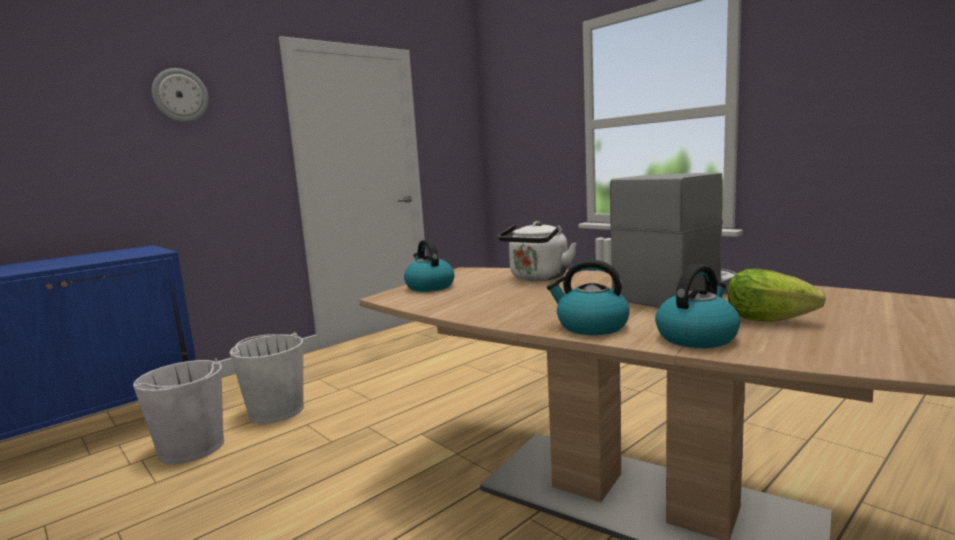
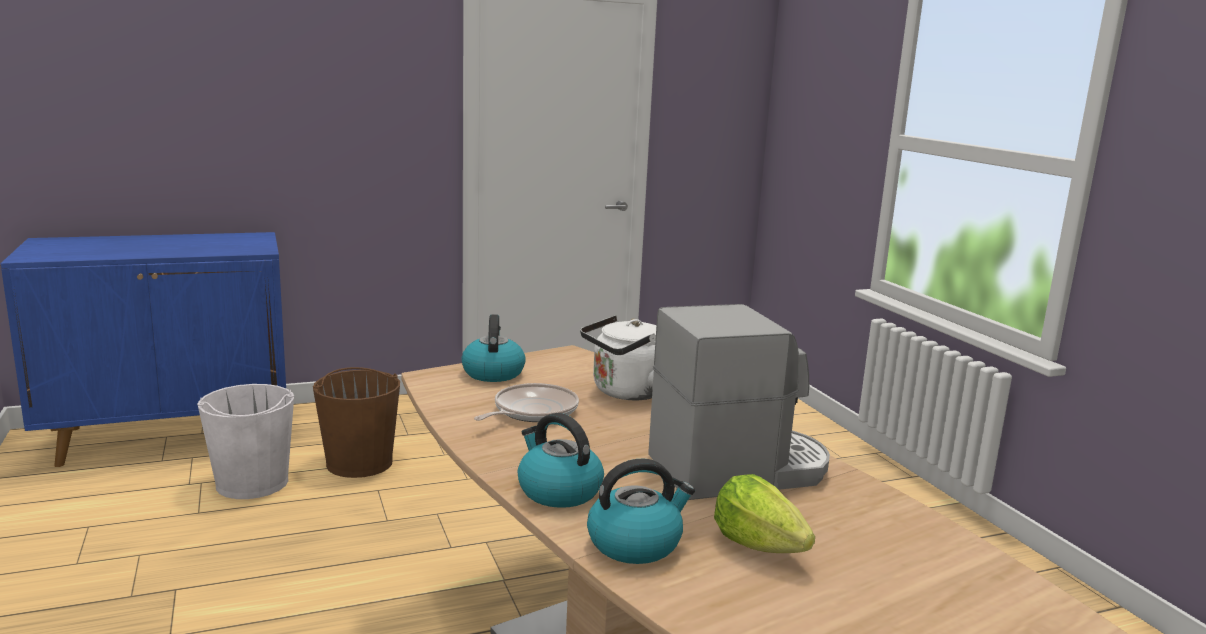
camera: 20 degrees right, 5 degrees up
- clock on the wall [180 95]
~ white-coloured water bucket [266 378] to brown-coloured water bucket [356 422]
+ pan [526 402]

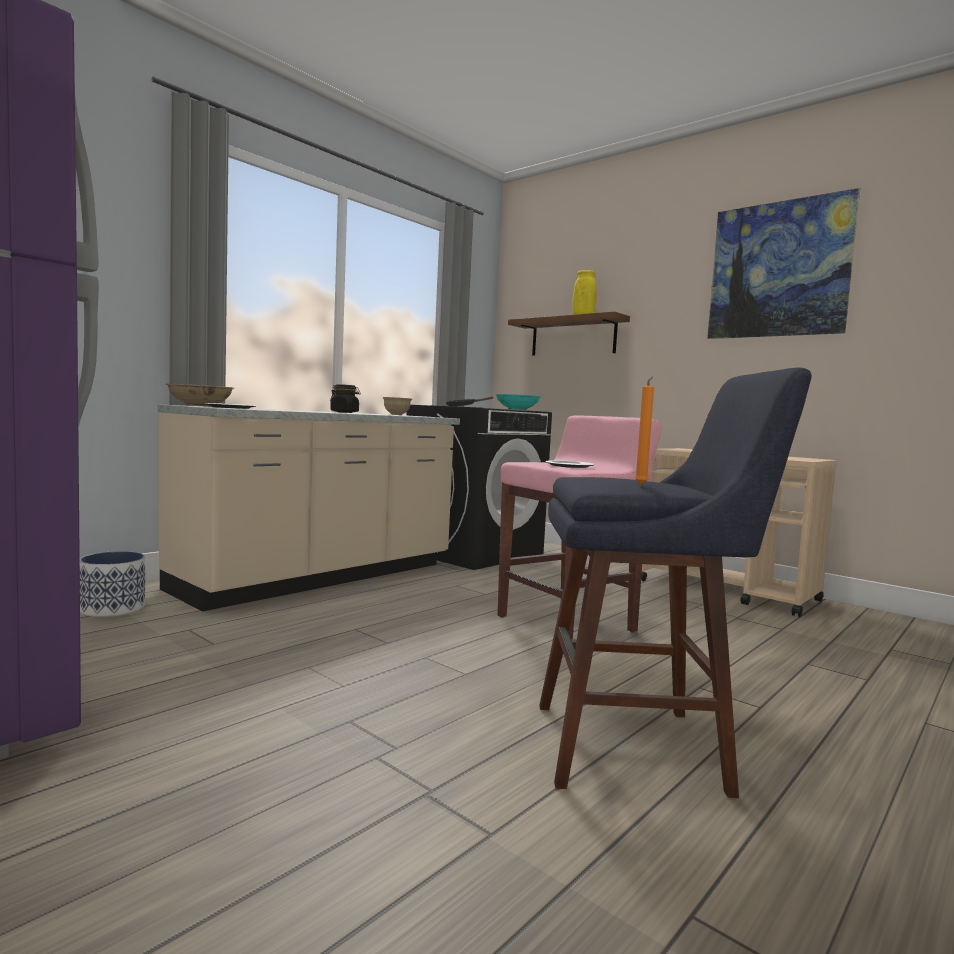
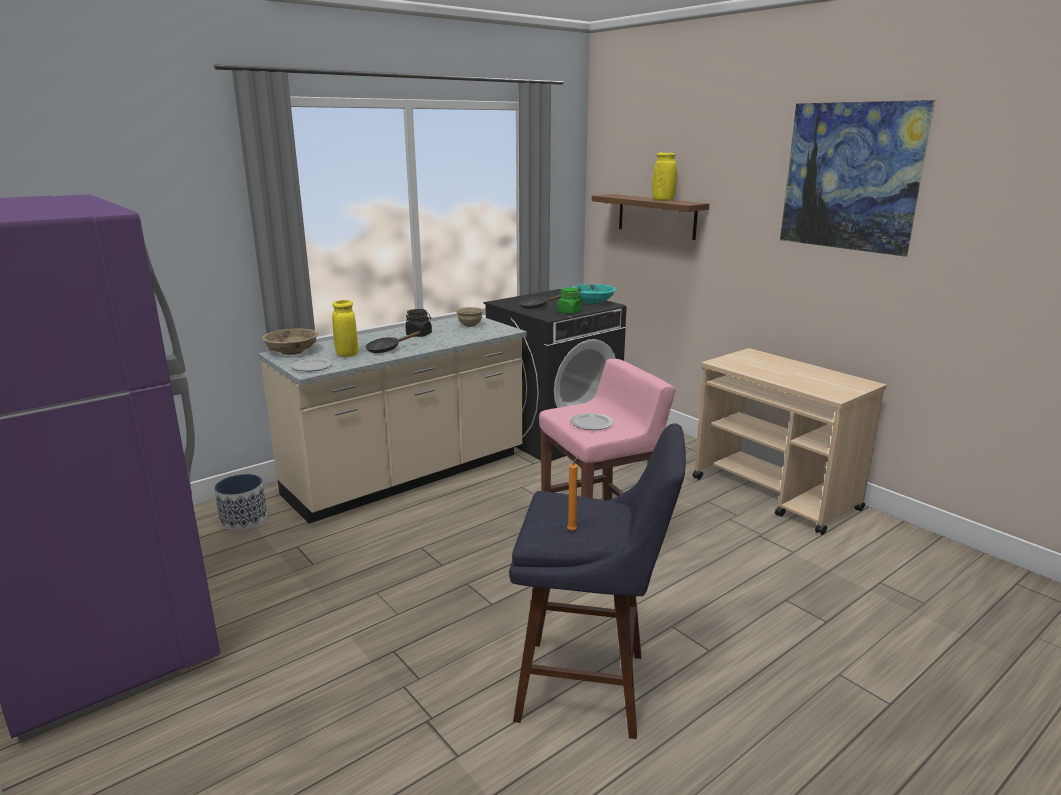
camera: 10 degrees right, 15 degrees up
+ green-coloured preserve jar [569 301]
+ yellowish vase [345 328]
+ black-coloured pan [392 342]

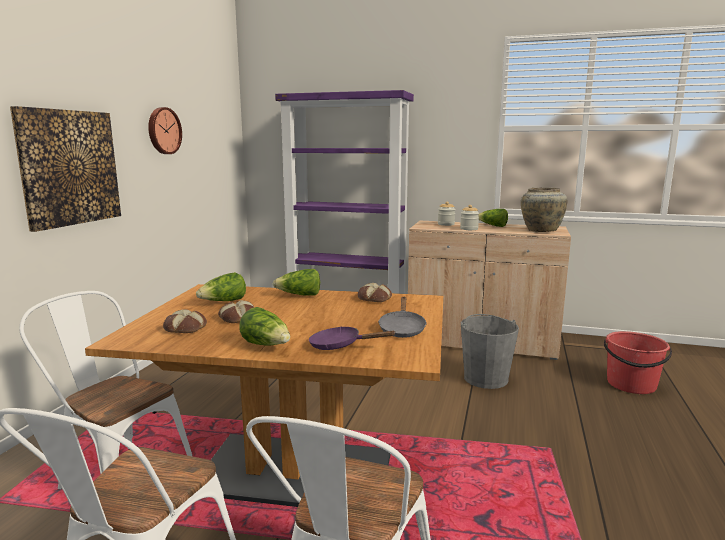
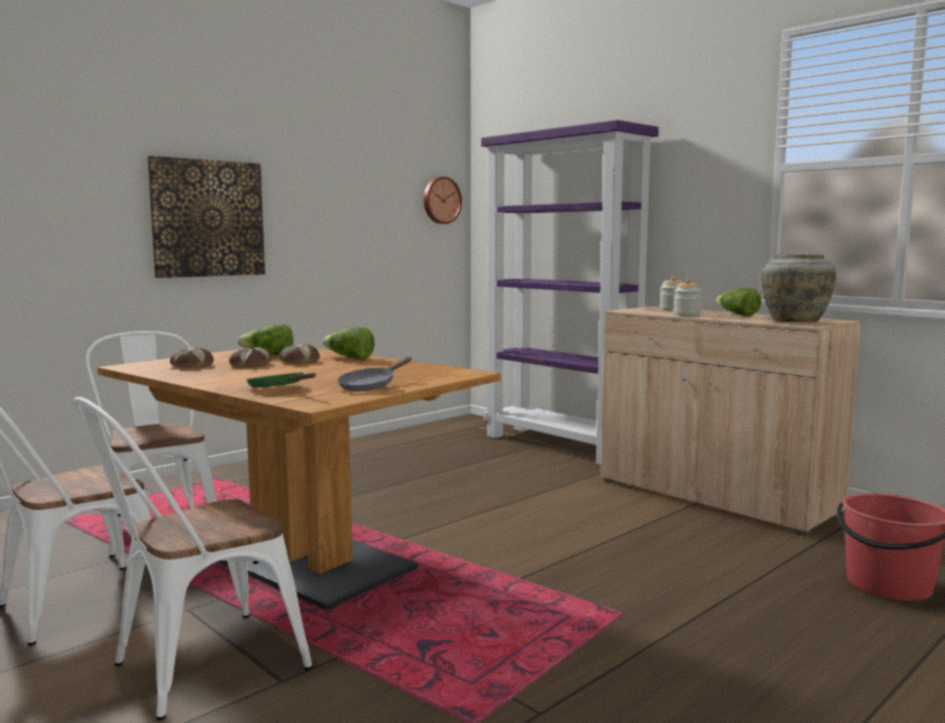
camera: 30 degrees right, 5 degrees down
~ clock on the wall [165 130] to [443 200]
~ baked bread [375 292] to [299 353]
- lettuce [264 326]
- gray water bucket [490 351]
~ purplish pan [352 338] to green-coloured pan [281 380]

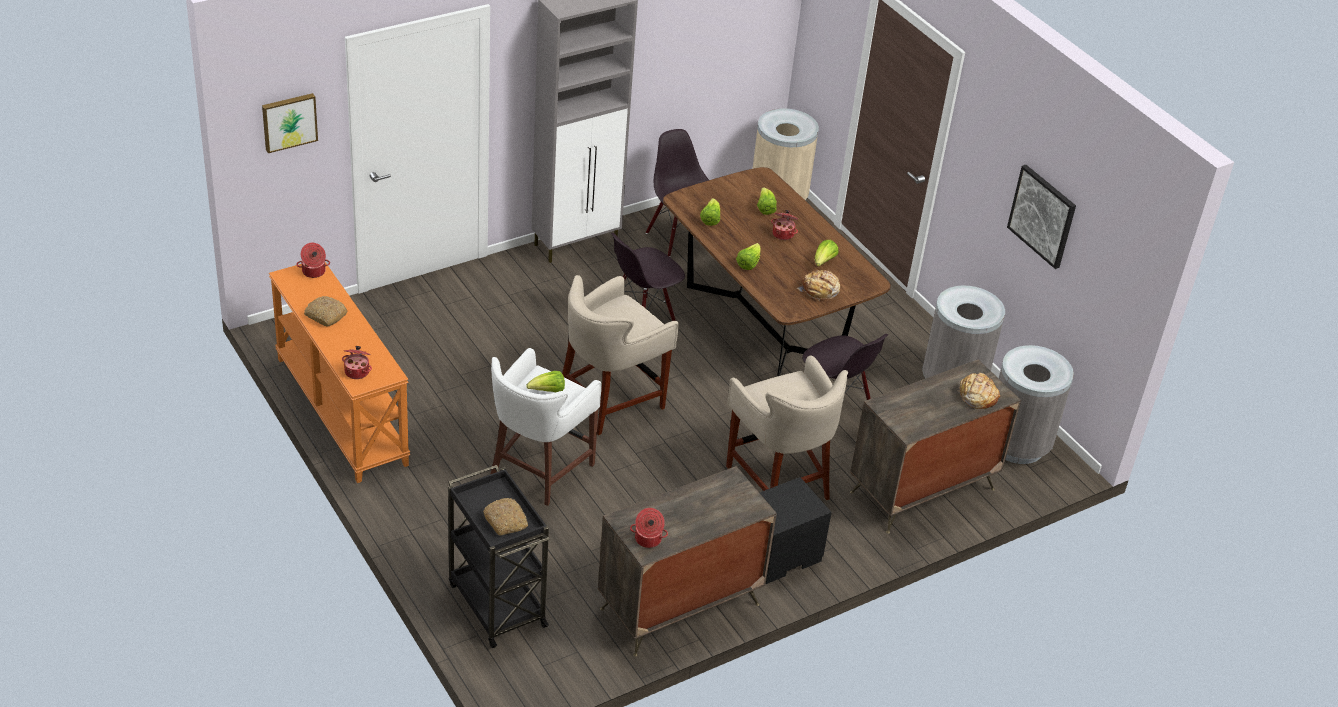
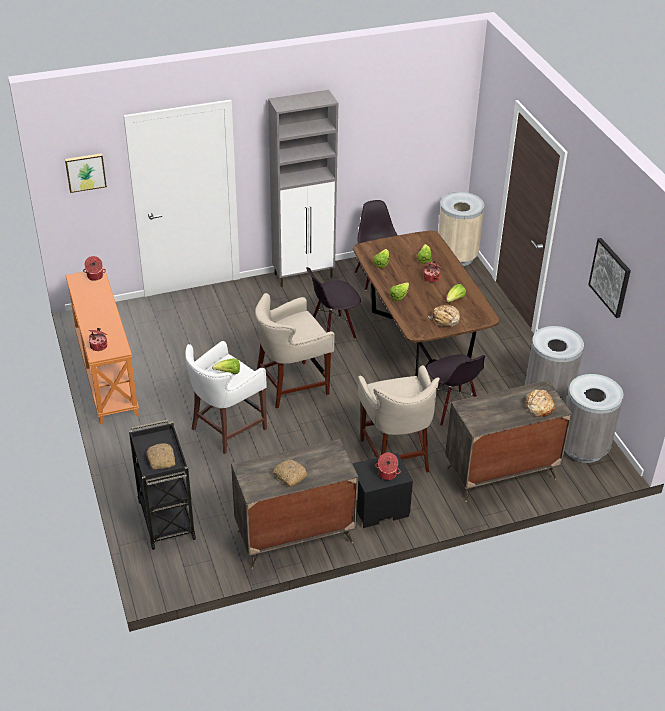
camera: 15 degrees right, 0 degrees up
~ baked bread [326 311] to [290 473]
~ stockpot [649 528] to [388 466]

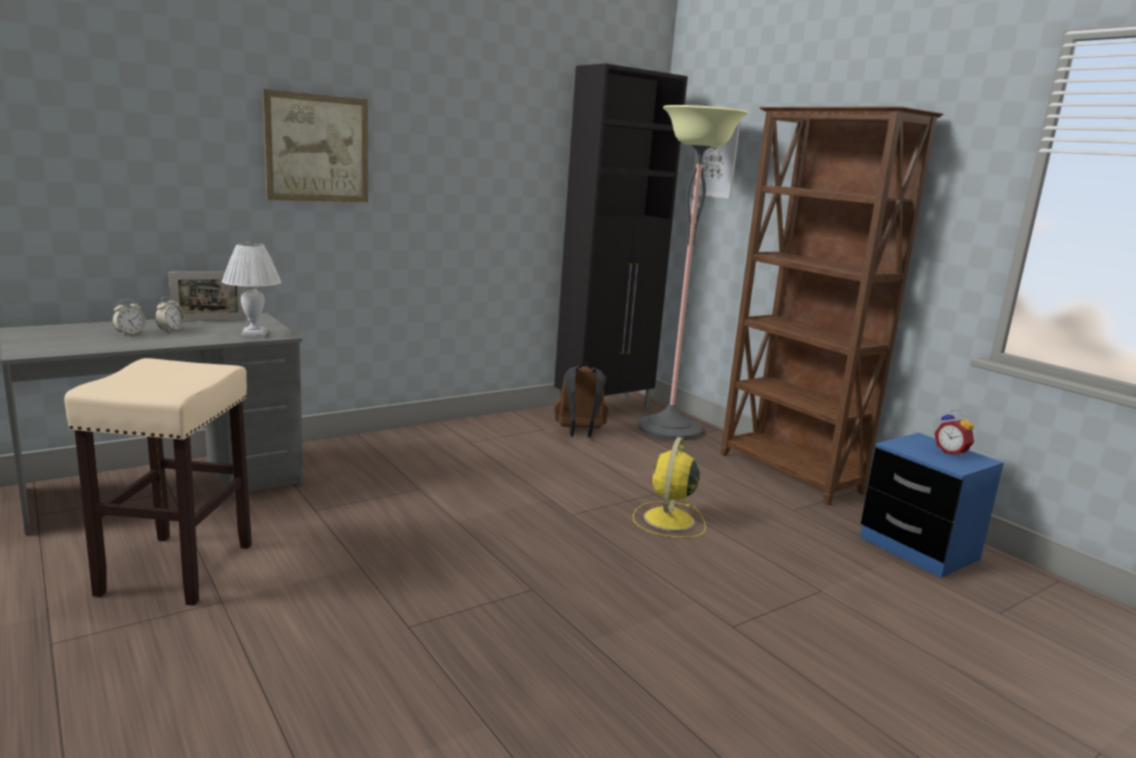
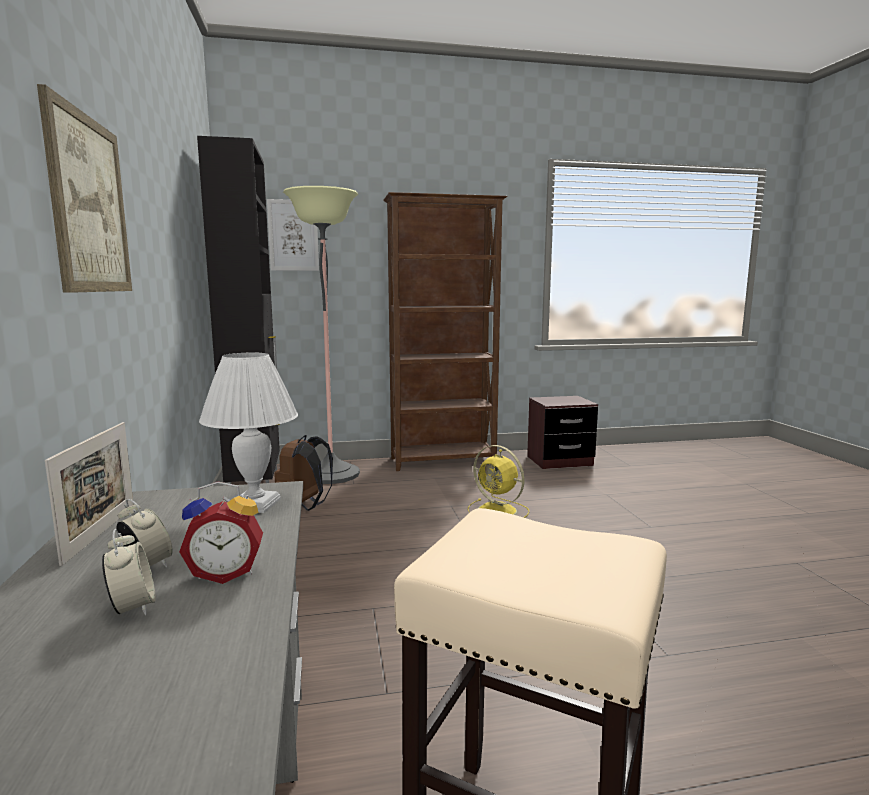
camera: 65 degrees left, 5 degrees down
~ table clock [954 433] to [221 532]
~ blue-coloured bedside table [932 505] to brown-coloured bedside table [562 432]

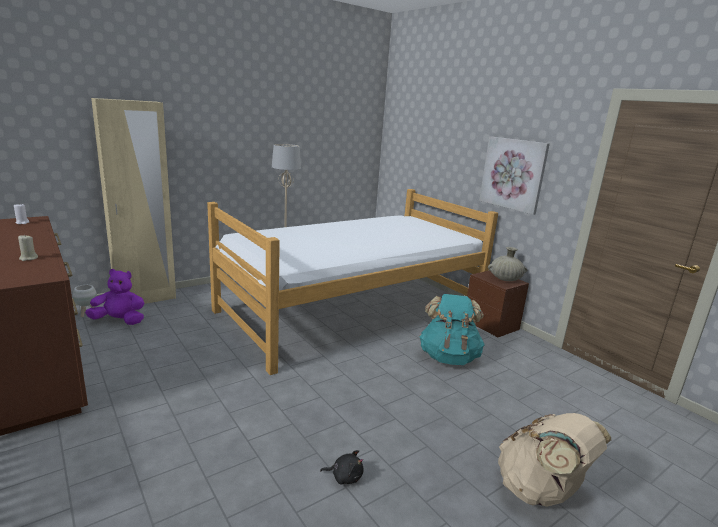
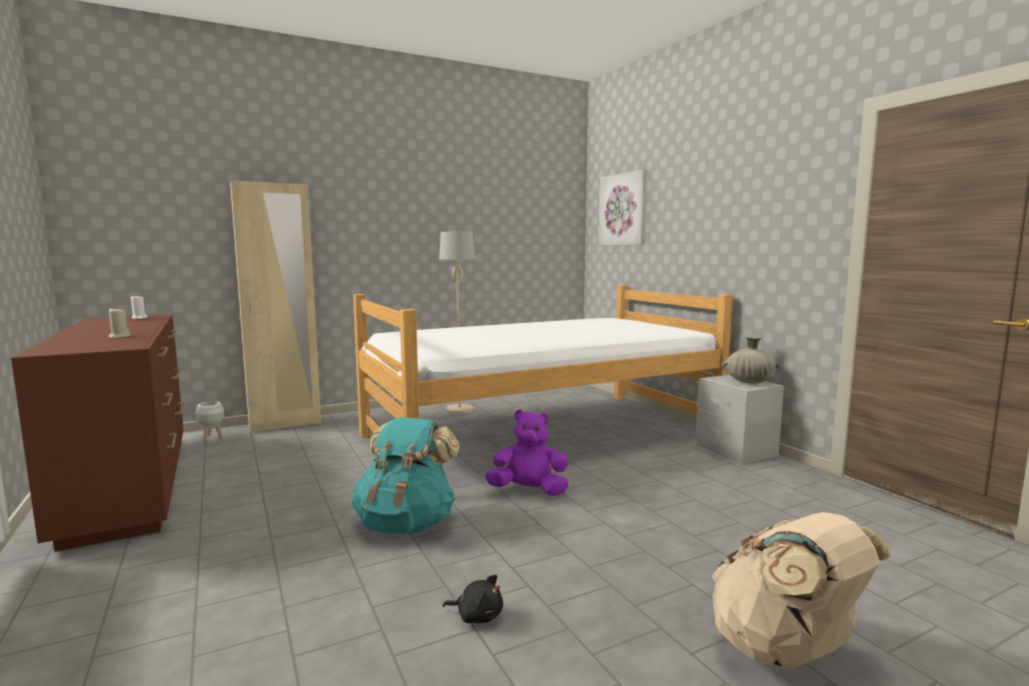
camera: 10 degrees right, 10 degrees down
~ wall picture [514 175] to [622 207]
~ purplish soft toy [114 297] to [527 453]
~ brown-coloured bedside table [498 303] to gray bedside table [740 419]
~ turquoise knapsack [452 329] to [406 475]

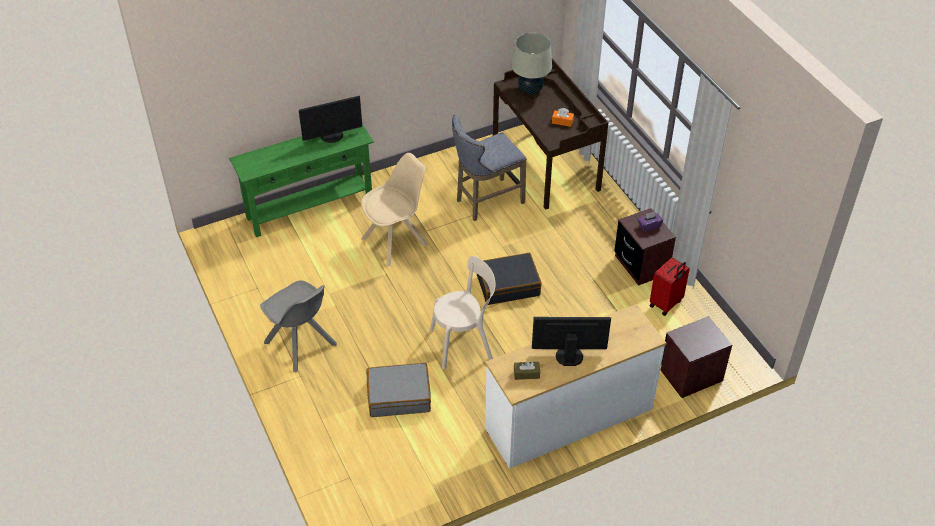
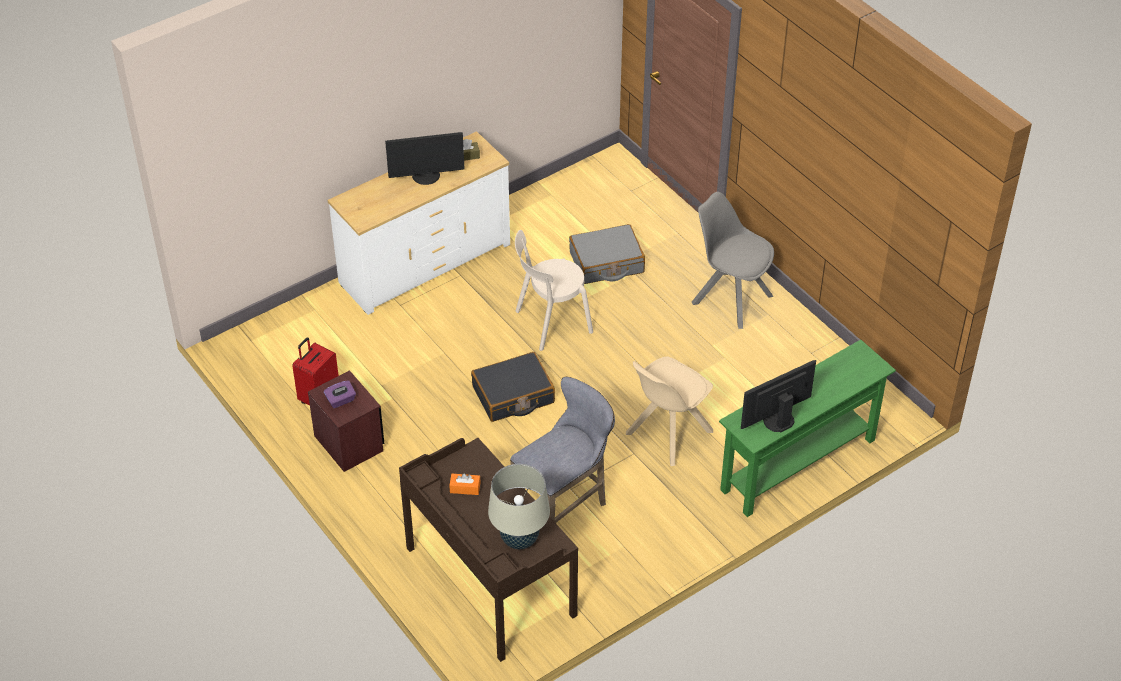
camera: 170 degrees right, 0 degrees up
- brown-coloured bedside table [696 357]

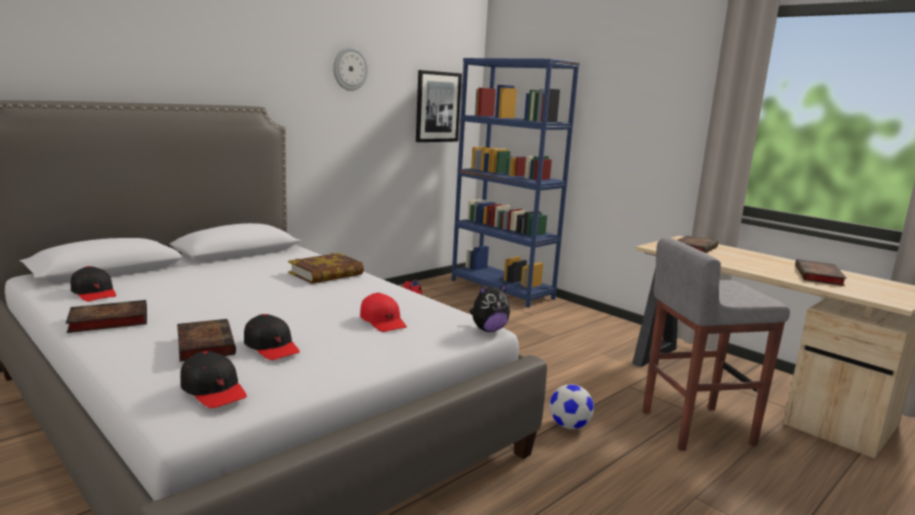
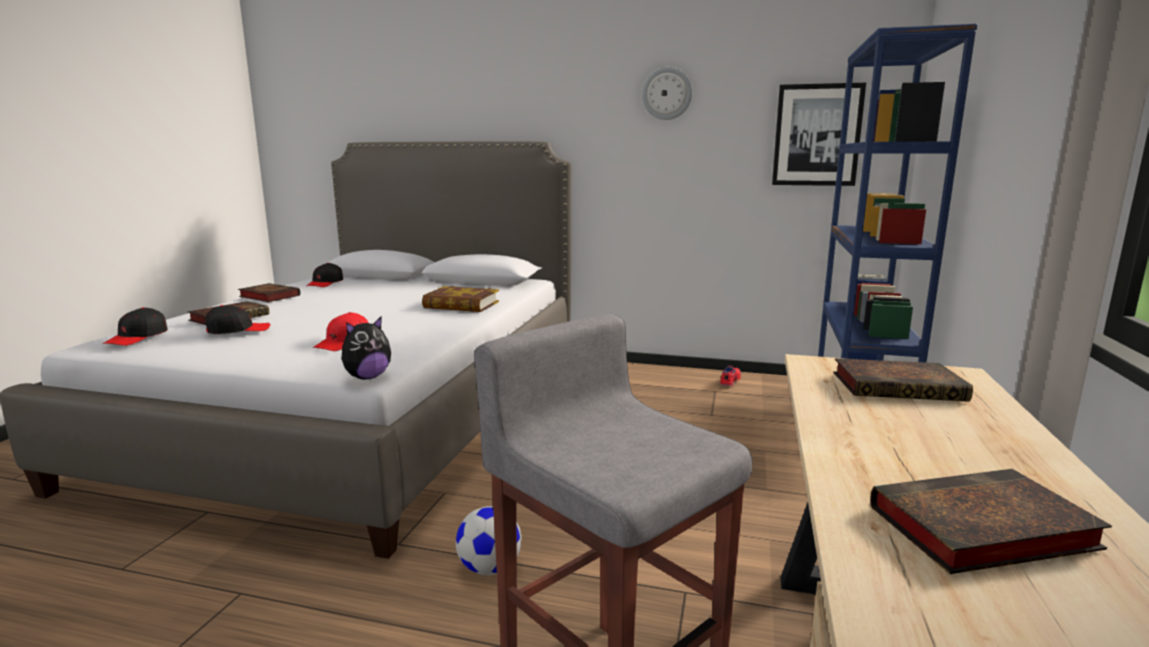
camera: 60 degrees right, 0 degrees up
~ soft toy [489 307] = [366 348] 75 degrees counterclockwise
~ black-coloured baseball cap [272 337] = [237 319] 135 degrees counterclockwise

